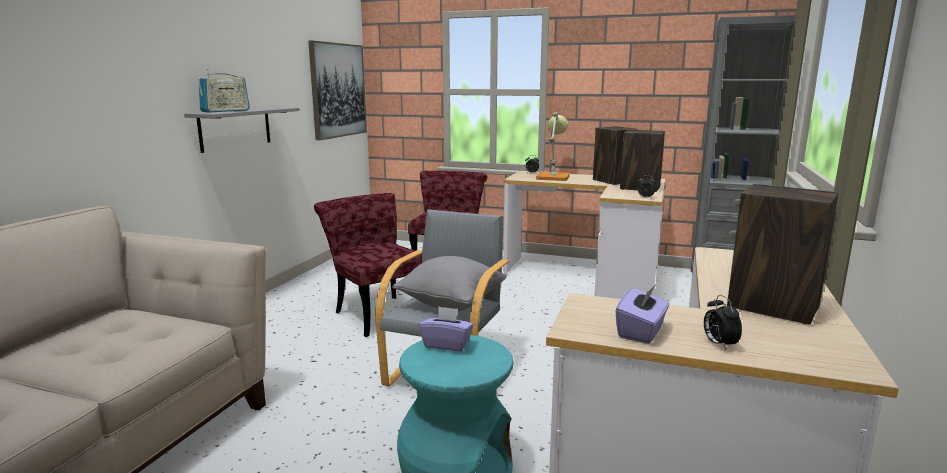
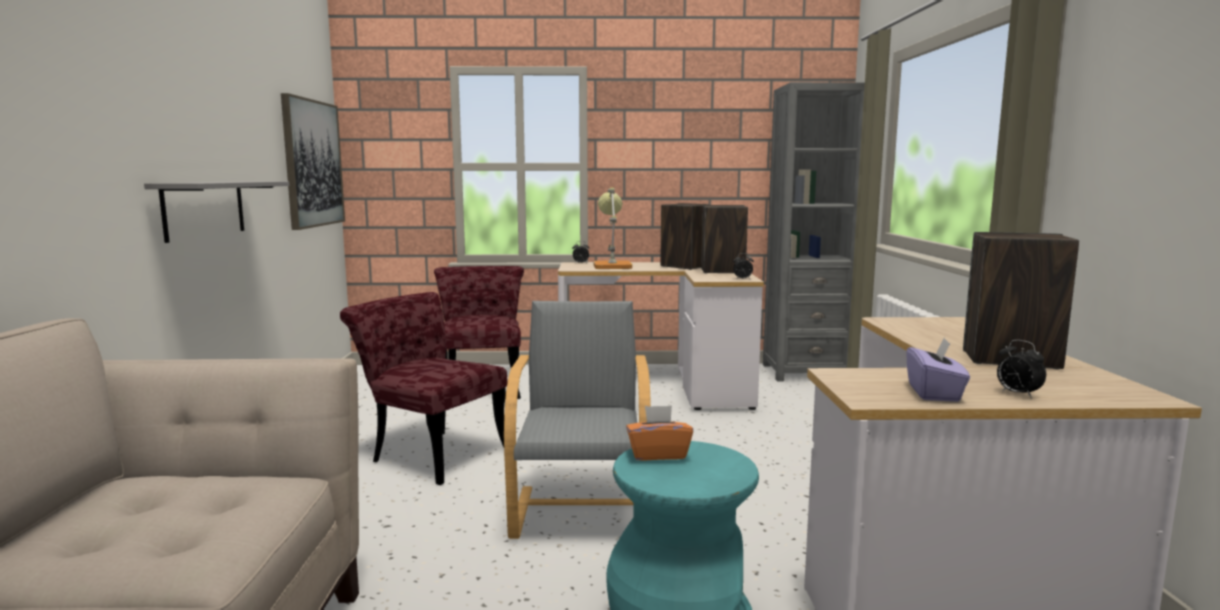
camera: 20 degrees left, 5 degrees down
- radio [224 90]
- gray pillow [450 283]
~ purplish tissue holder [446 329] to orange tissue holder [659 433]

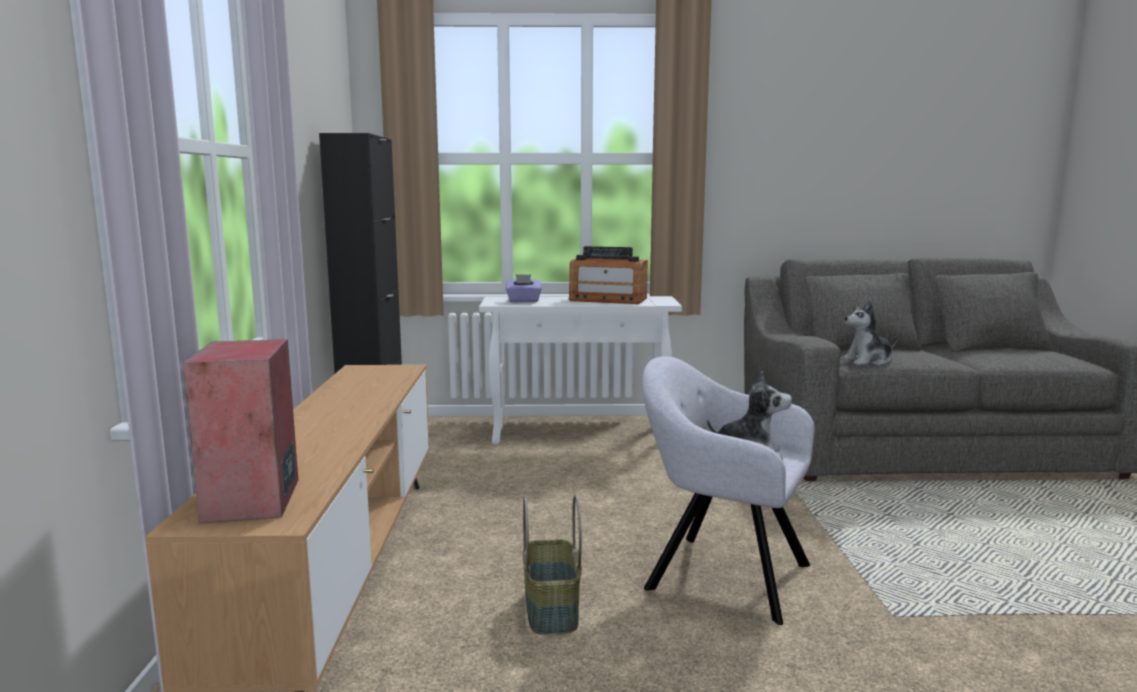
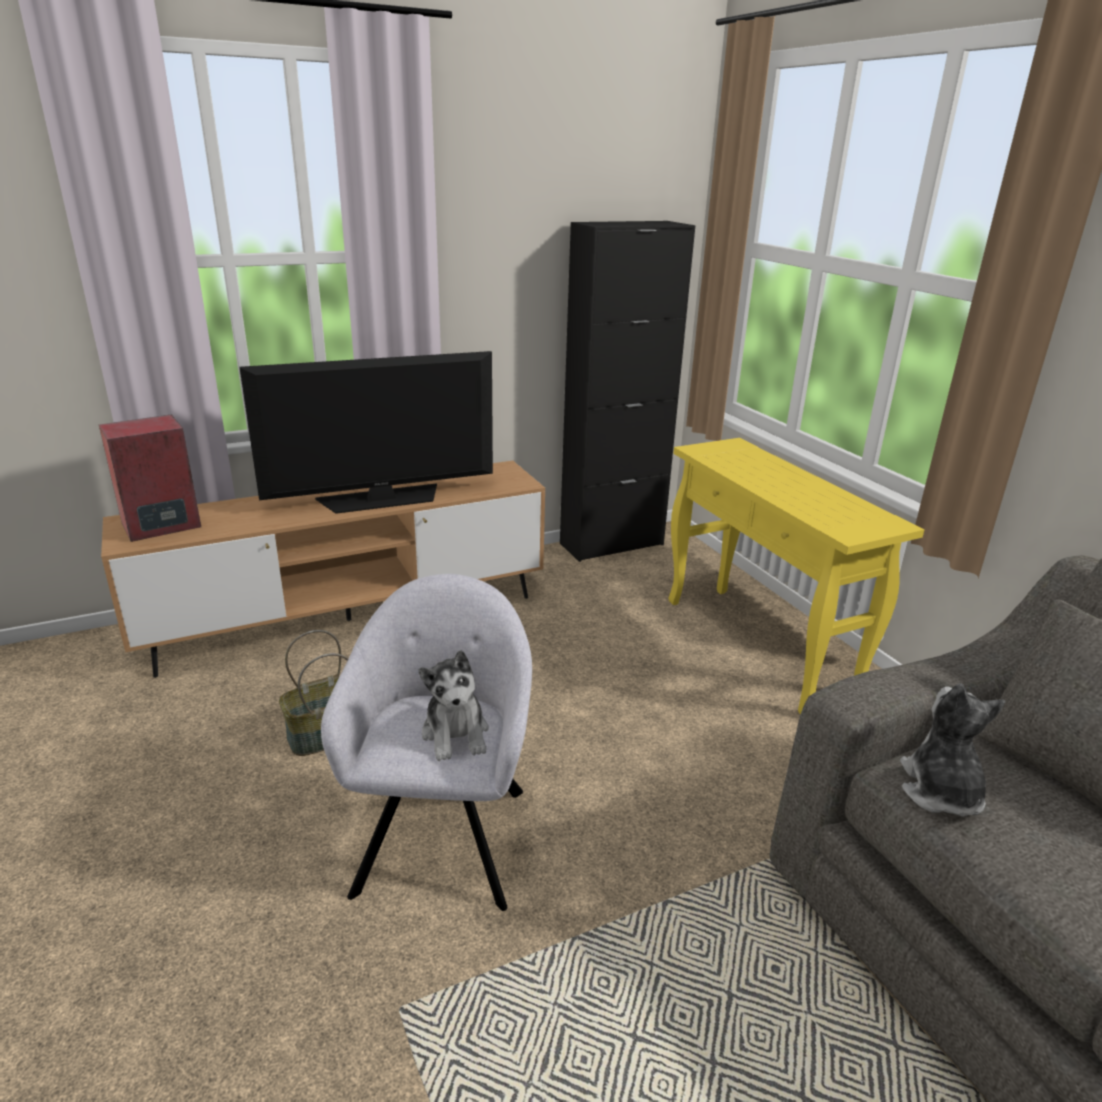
camera: 65 degrees right, 15 degrees up
- radio [608 275]
- purplish tissue holder [523 288]
~ white-coloured hall table [580 370] to yellowish hall table [796 576]
~ soft toy [869 332] = [952 750] 45 degrees clockwise
+ TV set [366 432]

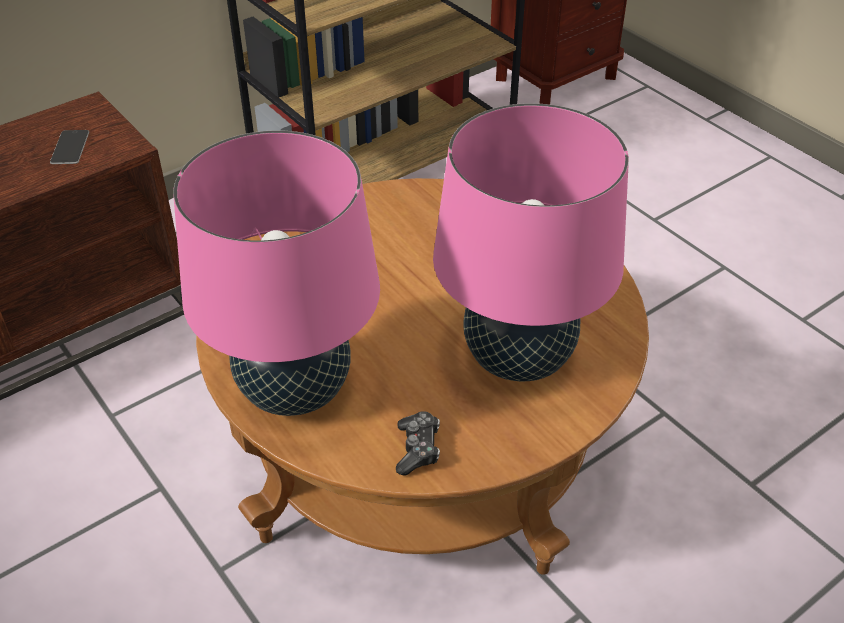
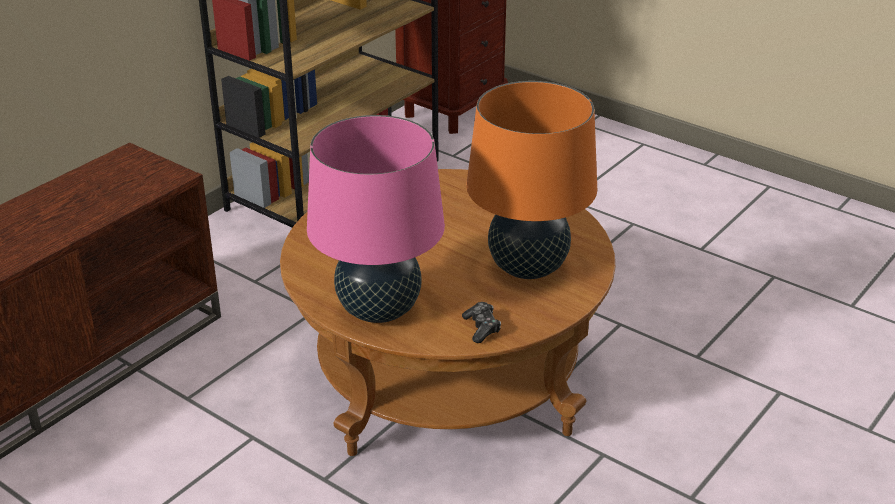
camera: 15 degrees left, 10 degrees down
~ pink-coloured lamp for a table [531 242] to orange lamp for a table [531 180]
- handset [69 147]

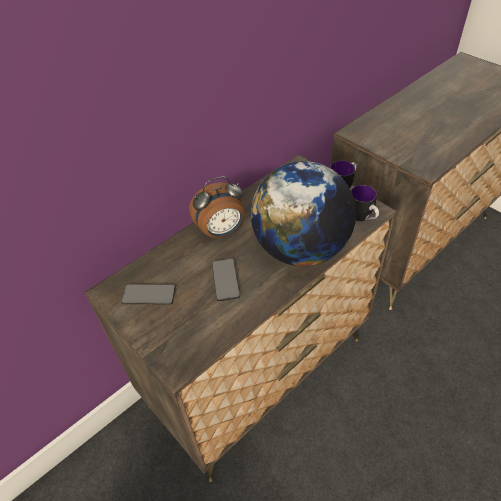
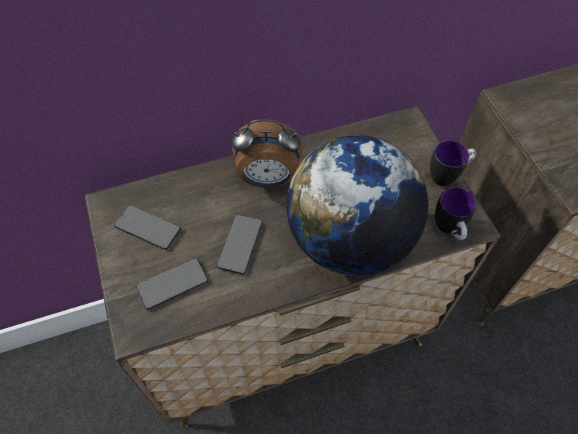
camera: 20 degrees right, 10 degrees up
+ handset [172 284]

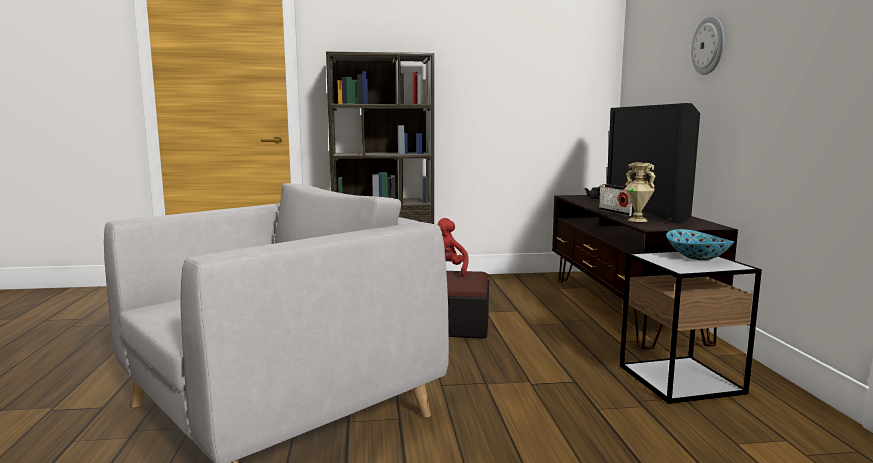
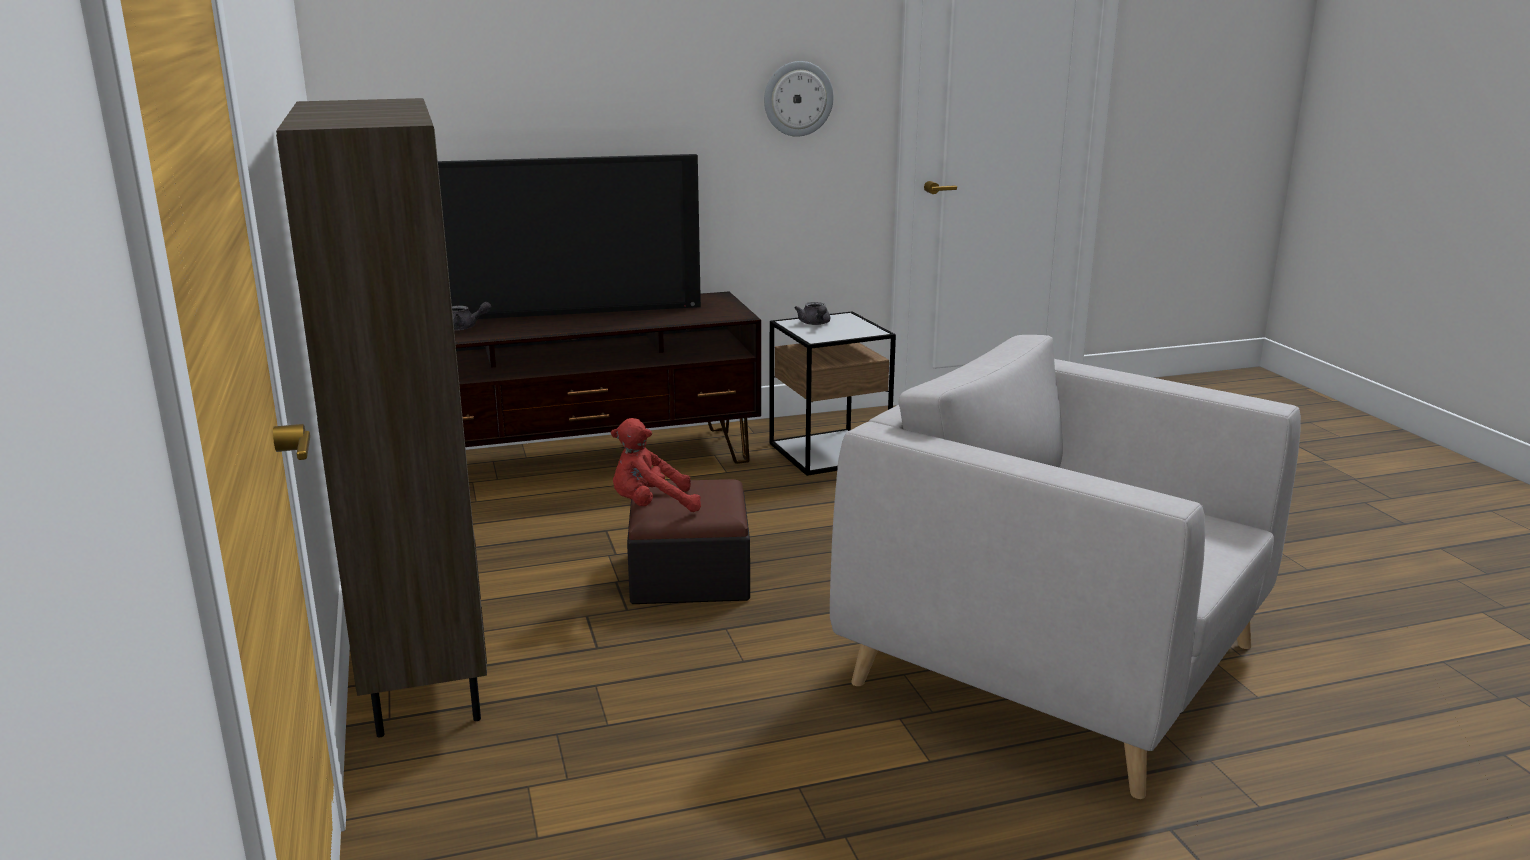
camera: 100 degrees left, 10 degrees up
~ clock on the wall [707 45] to [799 99]
- sand-coloured vase [640 192]
- radio [617 200]
~ deep dish [700 244] to gray teapot [812 313]

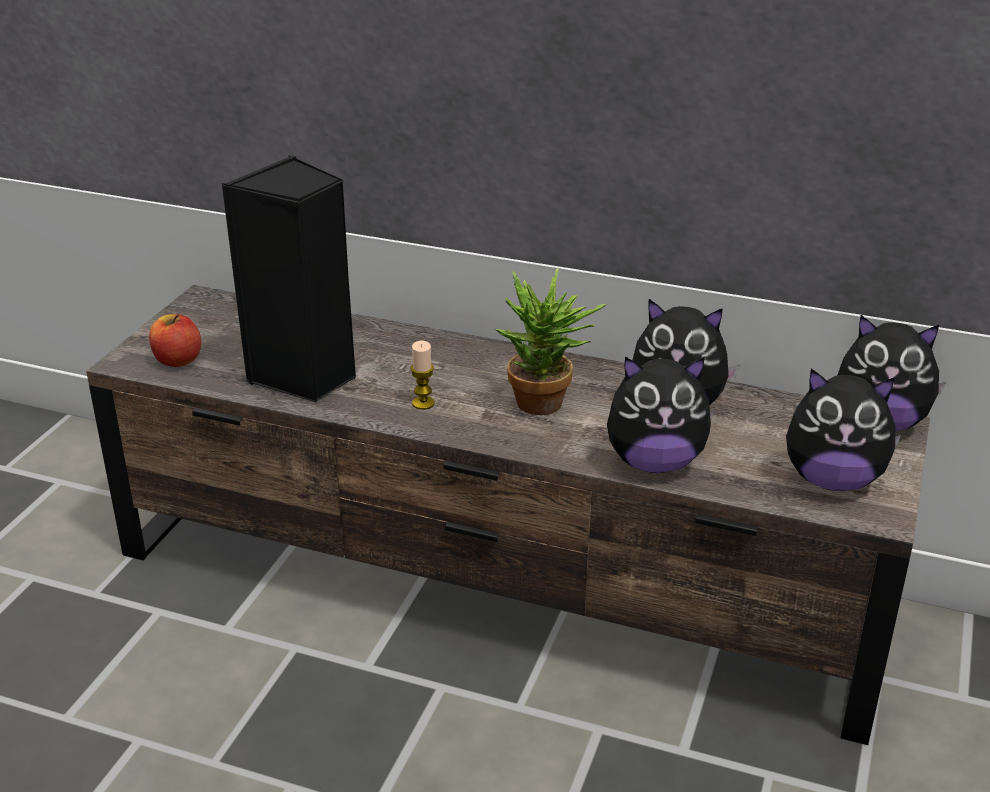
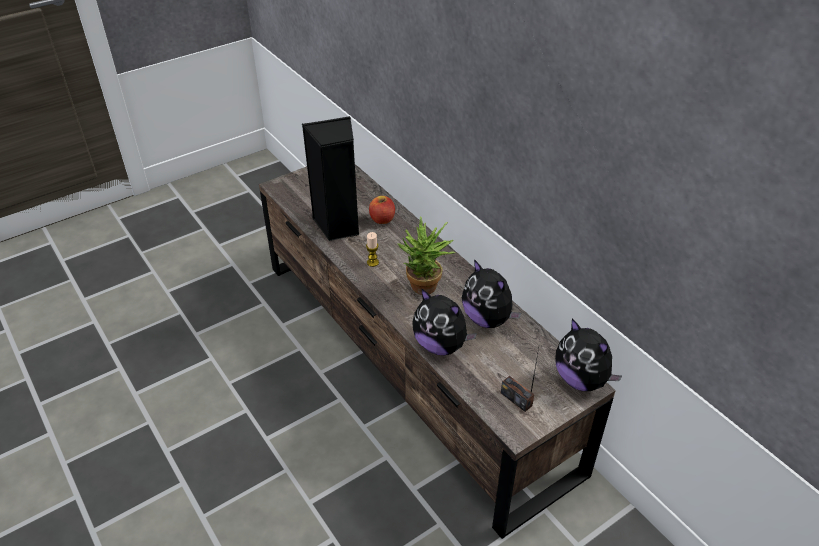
camera: 35 degrees right, 10 degrees up
~ apple [175 340] to [382 210]
~ soft toy [844 430] to radio [520 380]

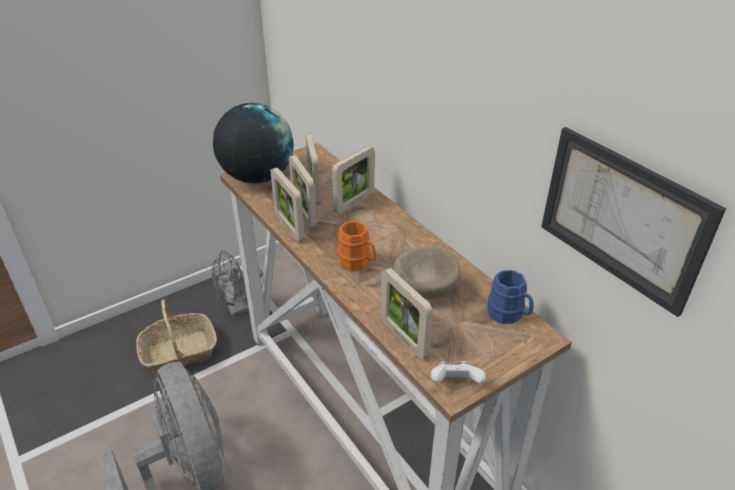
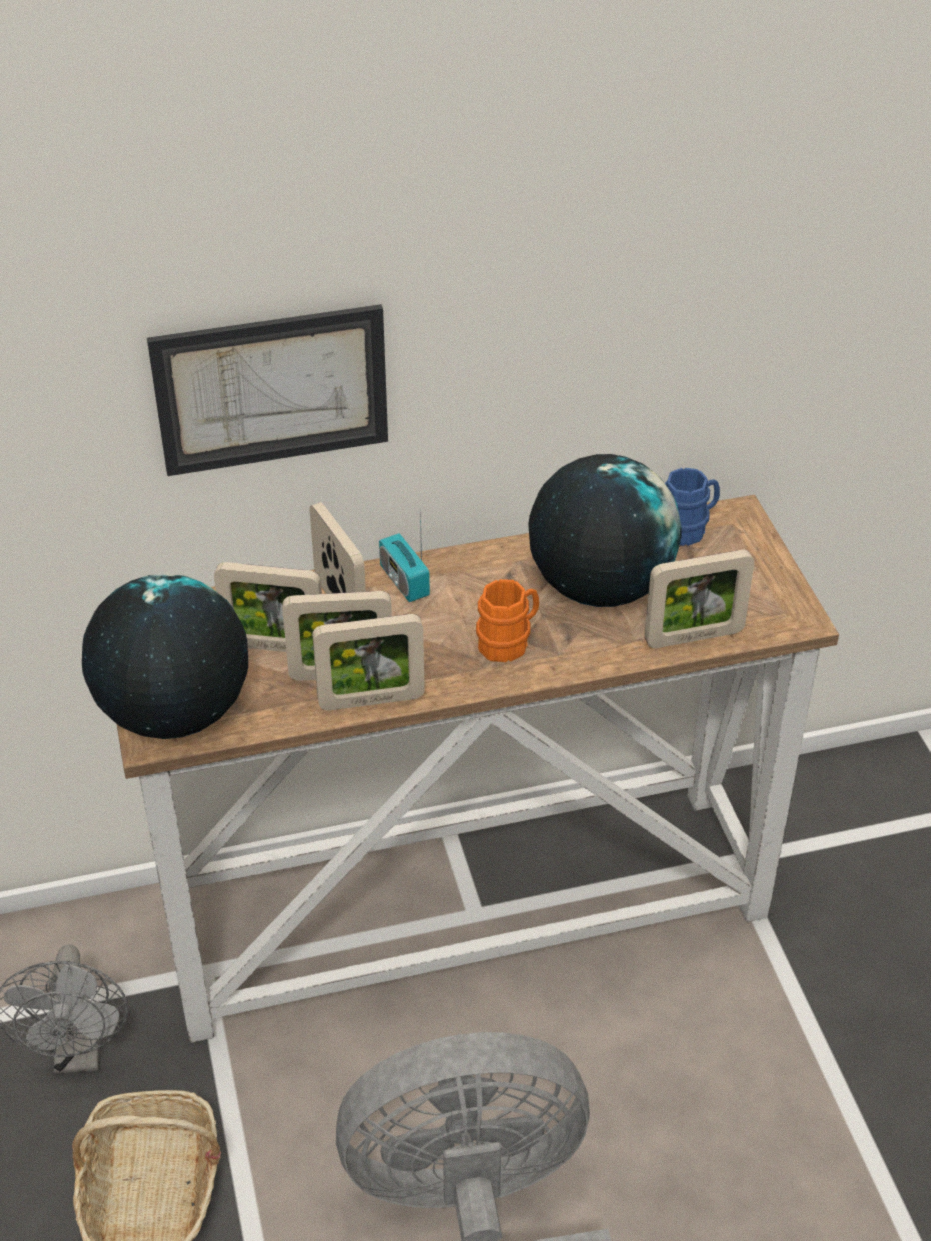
camera: 70 degrees left, 5 degrees up
~ wall picture [633 222] to [267 390]
~ sand-coloured deep dish [426 273] to world globe [605 530]
- white-coloured game controller [458 372]
+ radio [404 555]

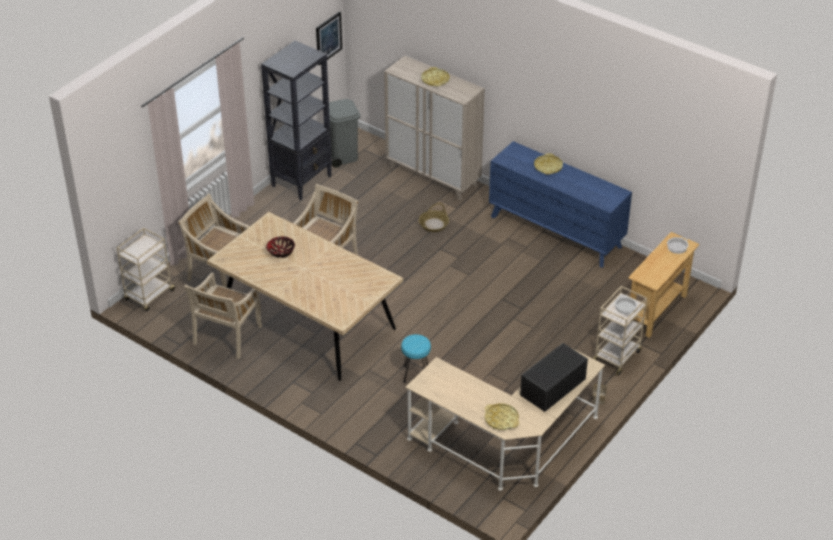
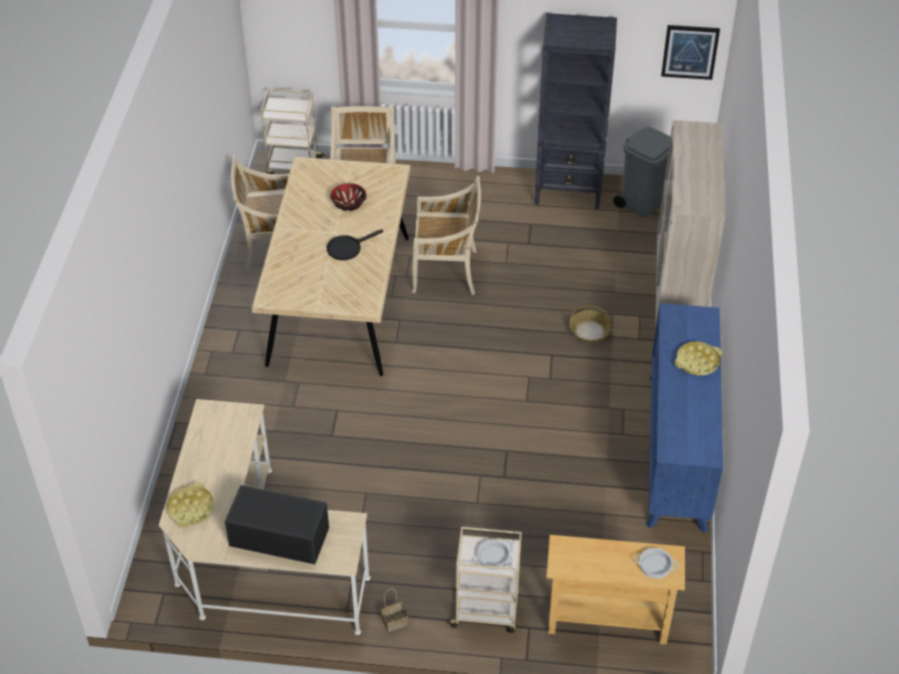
camera: 60 degrees right, 5 degrees up
- yellowish tray [435 77]
- turquoise stool seat [416 358]
+ black-coloured pan [355 244]

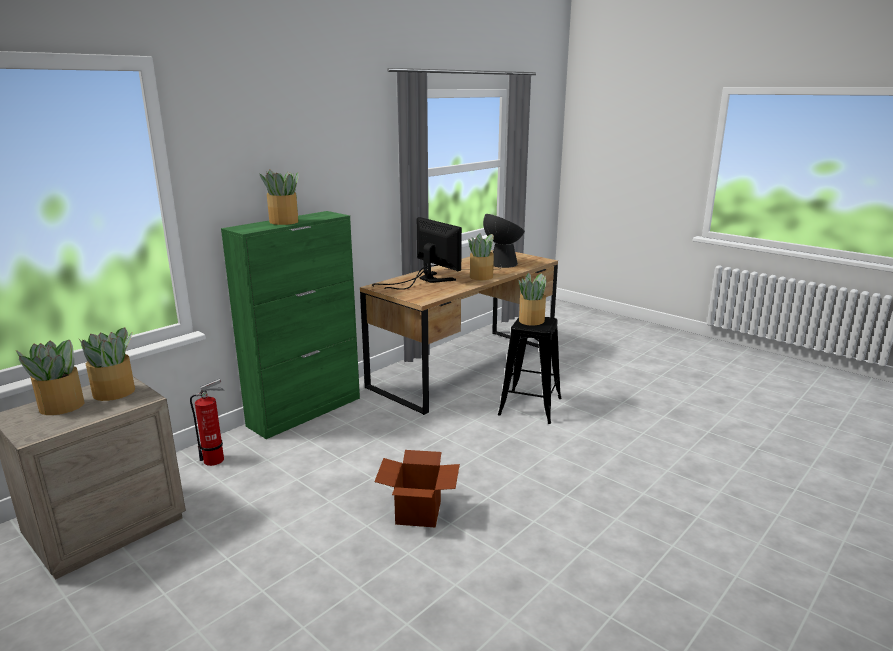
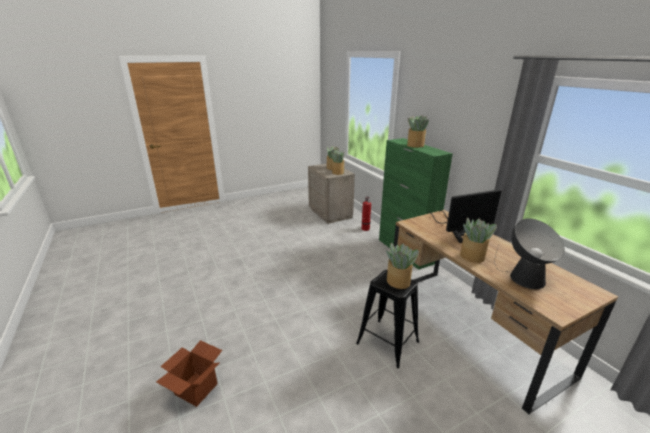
camera: 110 degrees right, 5 degrees up
~ carton [417 489] to [189 373]

